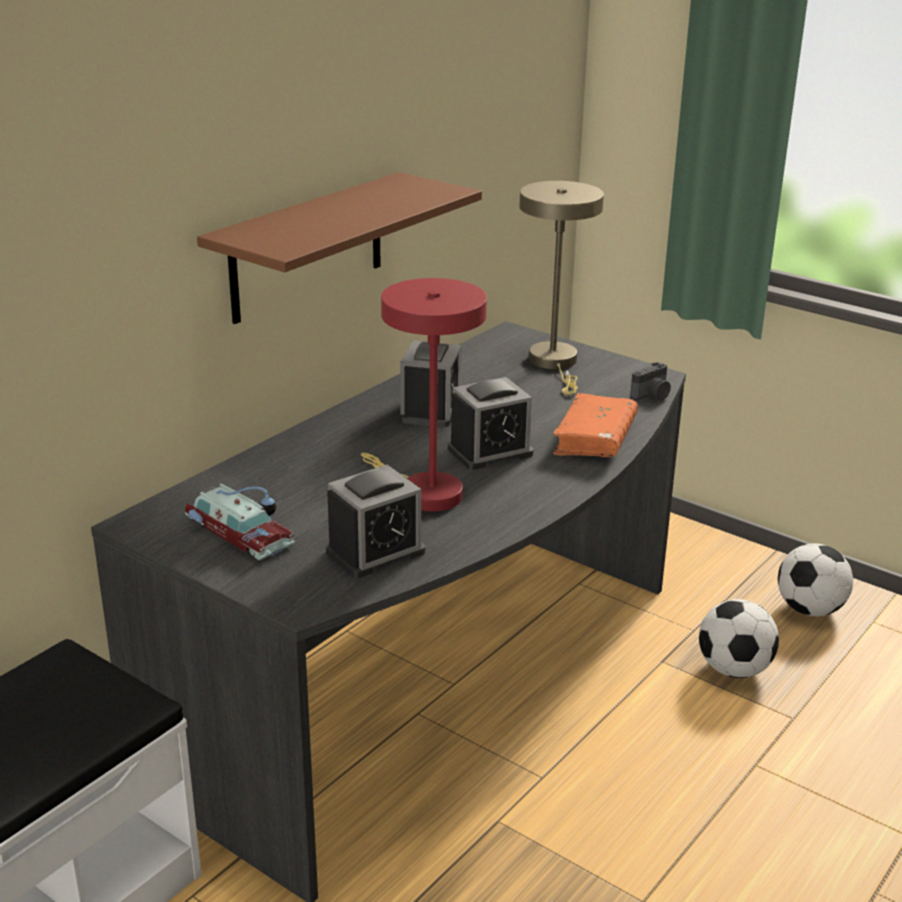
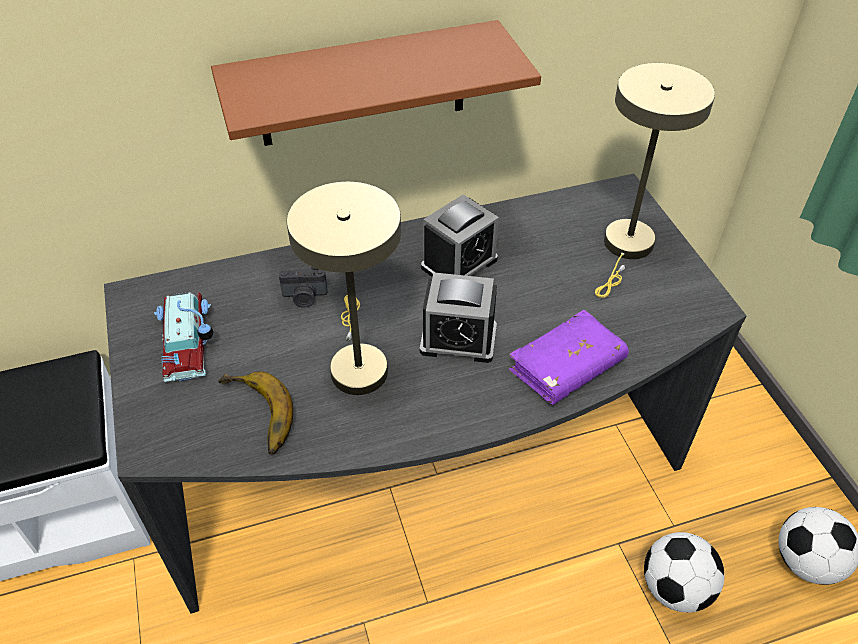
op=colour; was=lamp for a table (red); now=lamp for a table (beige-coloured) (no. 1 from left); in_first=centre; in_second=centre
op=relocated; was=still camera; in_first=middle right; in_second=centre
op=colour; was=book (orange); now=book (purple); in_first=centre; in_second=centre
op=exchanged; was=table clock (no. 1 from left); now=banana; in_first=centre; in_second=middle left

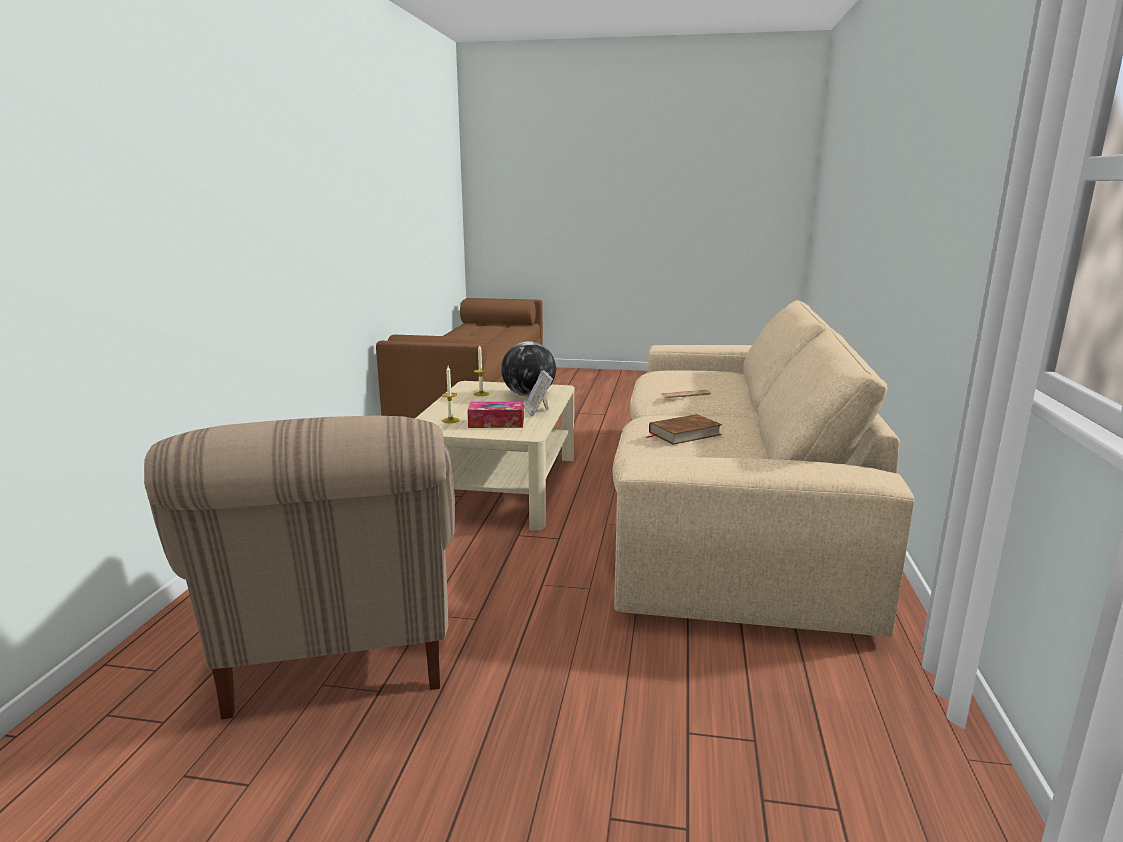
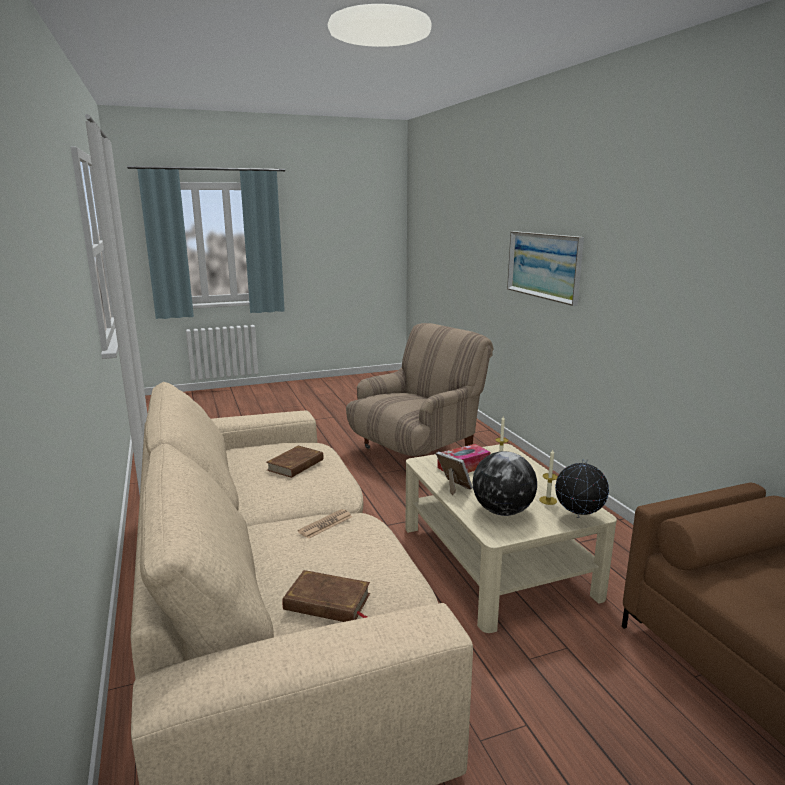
op=spun; was=lounge chair (beige-coloured); in_first=bottom left; in_second=centre; clockwise=90
op=appeared; now=picture; in_second=middle right
op=appeared; now=globe (no. 2 from left); in_second=middle right
op=appeared; now=book (brown) (no. 2 from left); in_second=bottom centre

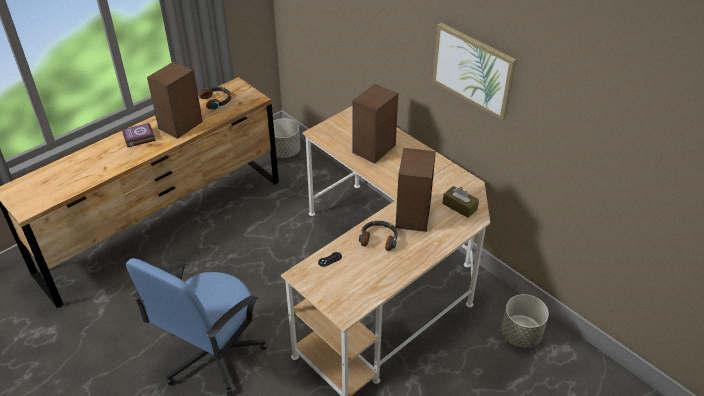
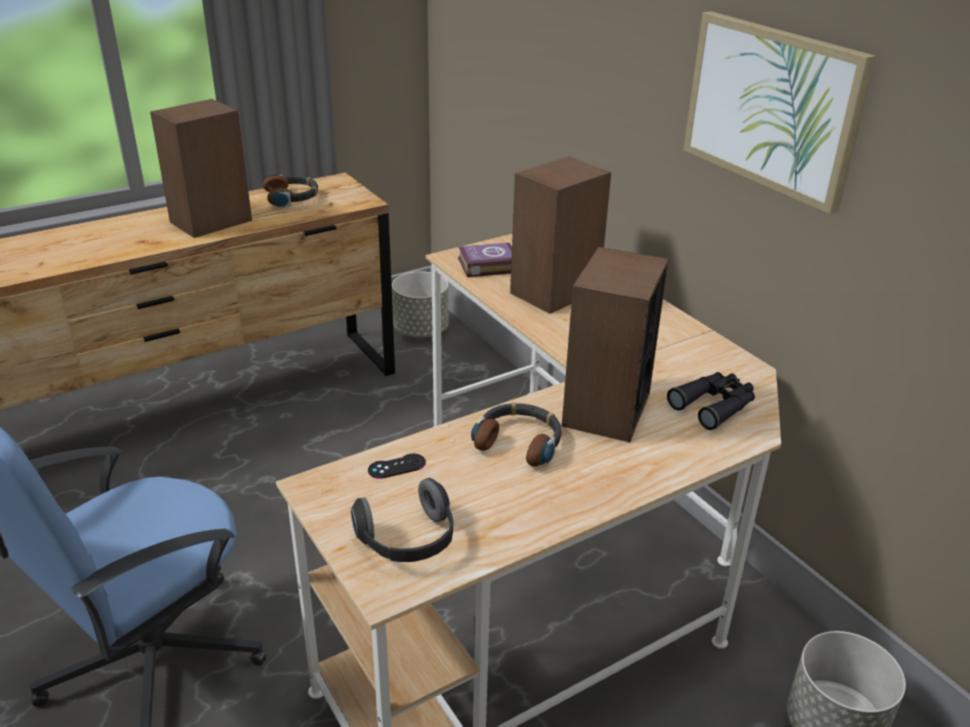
op=relocated; was=book; in_first=middle left; in_second=centre
op=exchanged; was=tissue box (brown); now=field glasses (black-coloured); in_first=centre; in_second=middle right
op=appeared; now=headset (no. 2 from left); in_second=bottom centre

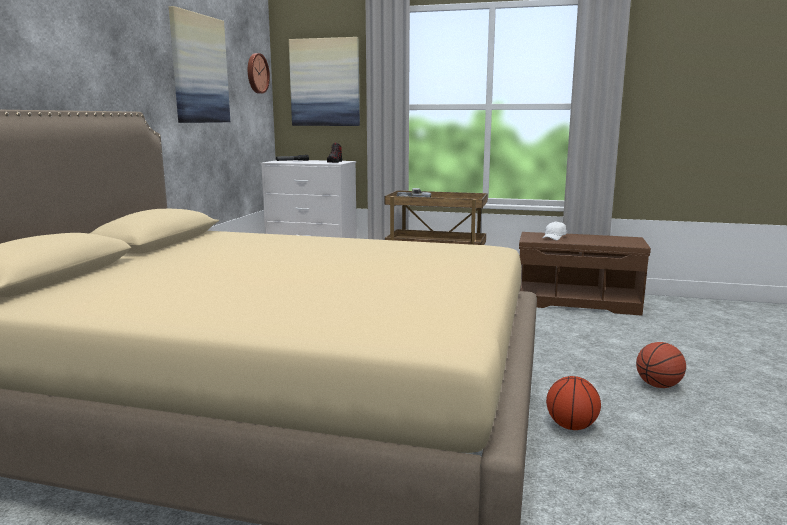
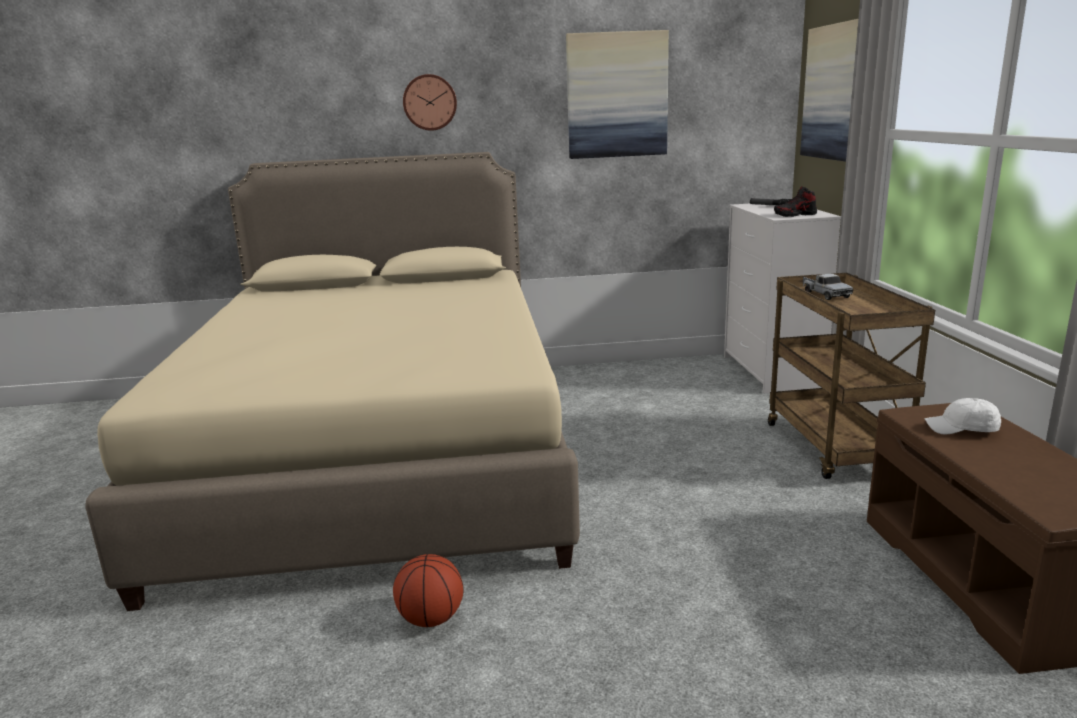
op=relocated; was=wall clock; in_first=top left; in_second=top centre
op=missing; was=ball for basketball (no. 2 from left); in_first=bottom right

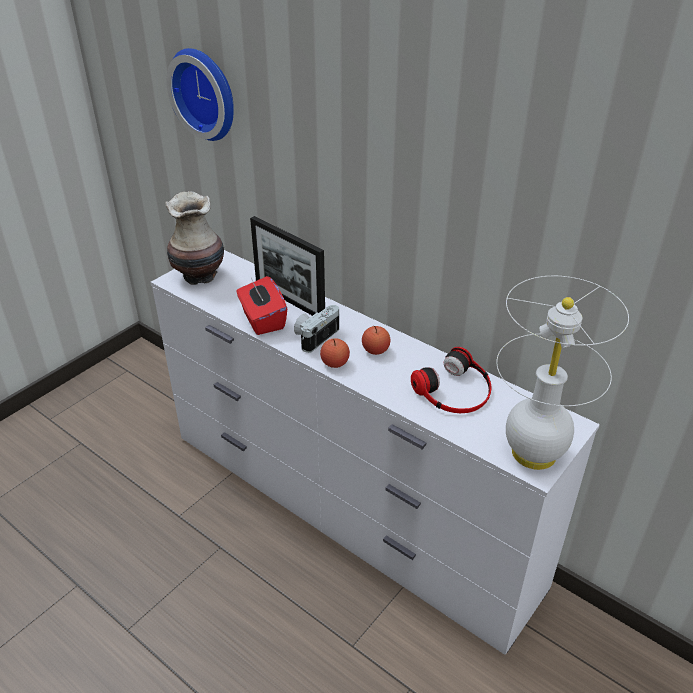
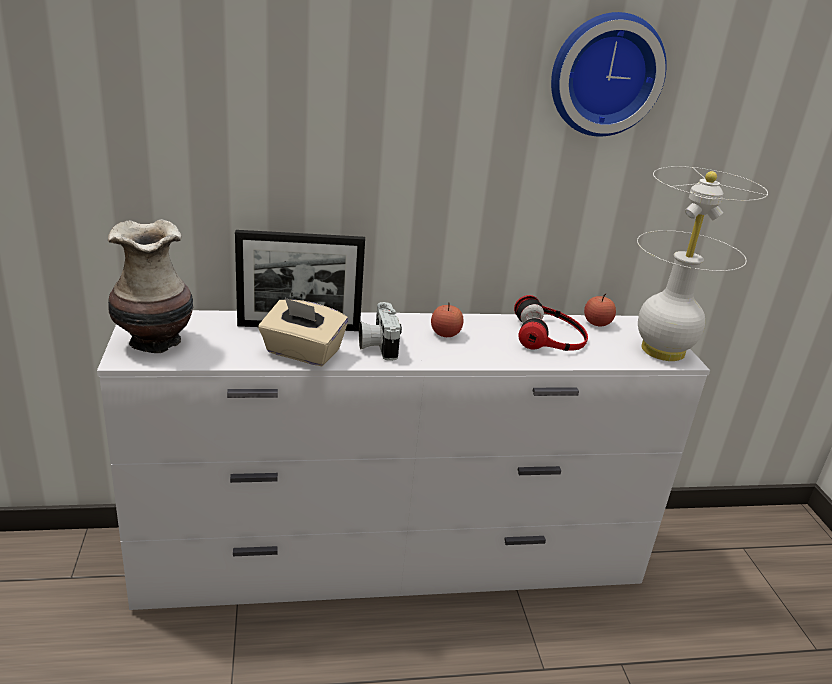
op=relocated; was=wall clock; in_first=top left; in_second=top right
op=colour; was=tissue box (red); now=tissue box (beige-coloured); in_first=centre; in_second=centre
op=relocated; was=whole apple (no. 1 from left in the first image); now=whole apple (no. 2 from left); in_first=centre; in_second=middle right

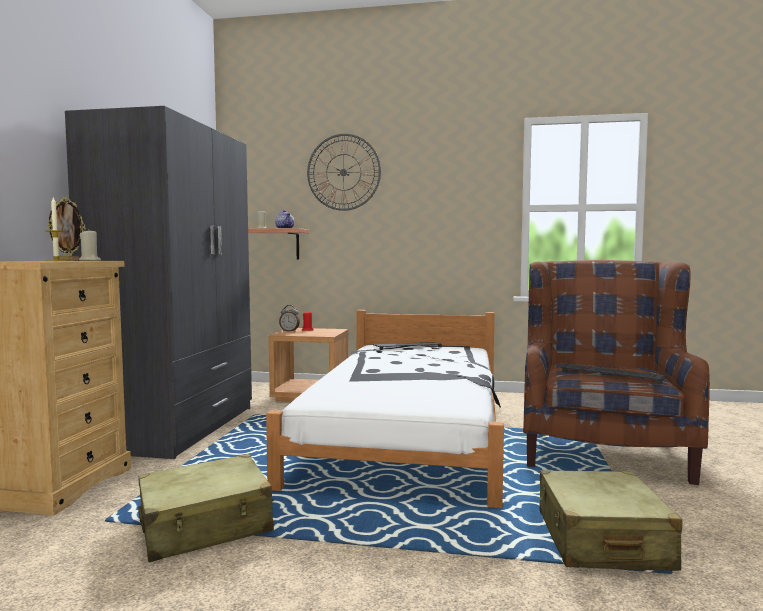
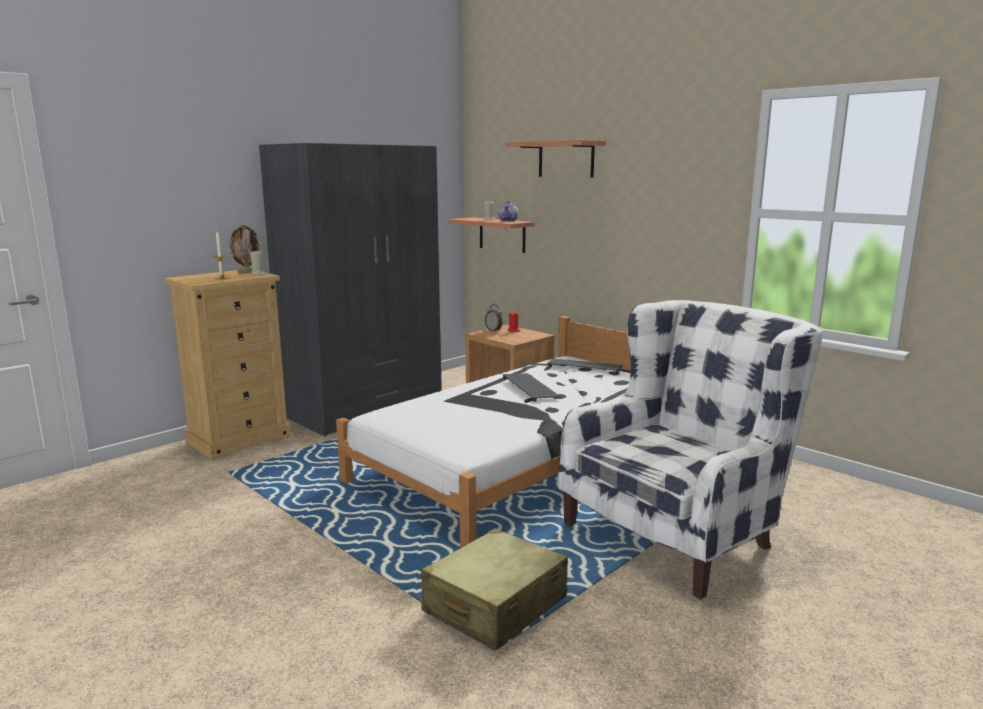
op=exchanged; was=wall clock; now=wall shelf (no. 2 from left); in_first=top centre; in_second=top centre
op=colour; was=lounge chair (brown); now=lounge chair (white); in_first=middle right; in_second=middle right
op=relocated; was=PC keyboard (no. 2 from left in the first image); now=PC keyboard (no. 1 from left); in_first=middle right; in_second=centre
op=missing; was=suitcase (beige-coloured) (no. 1 from left); in_first=bottom left

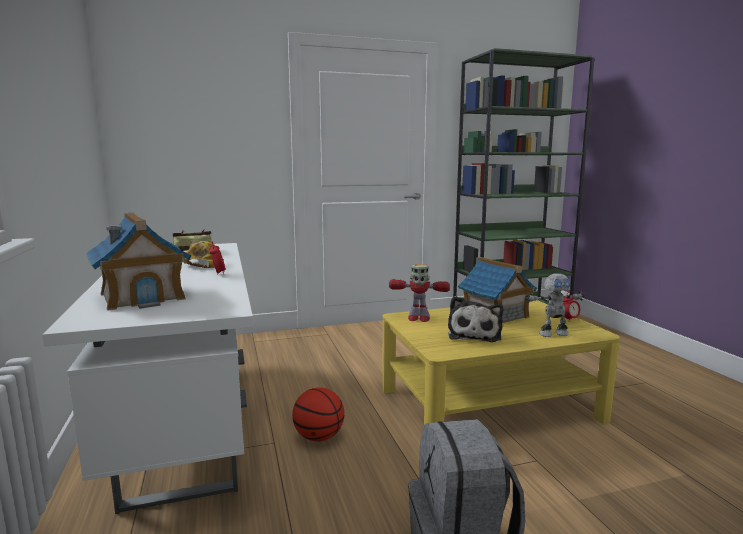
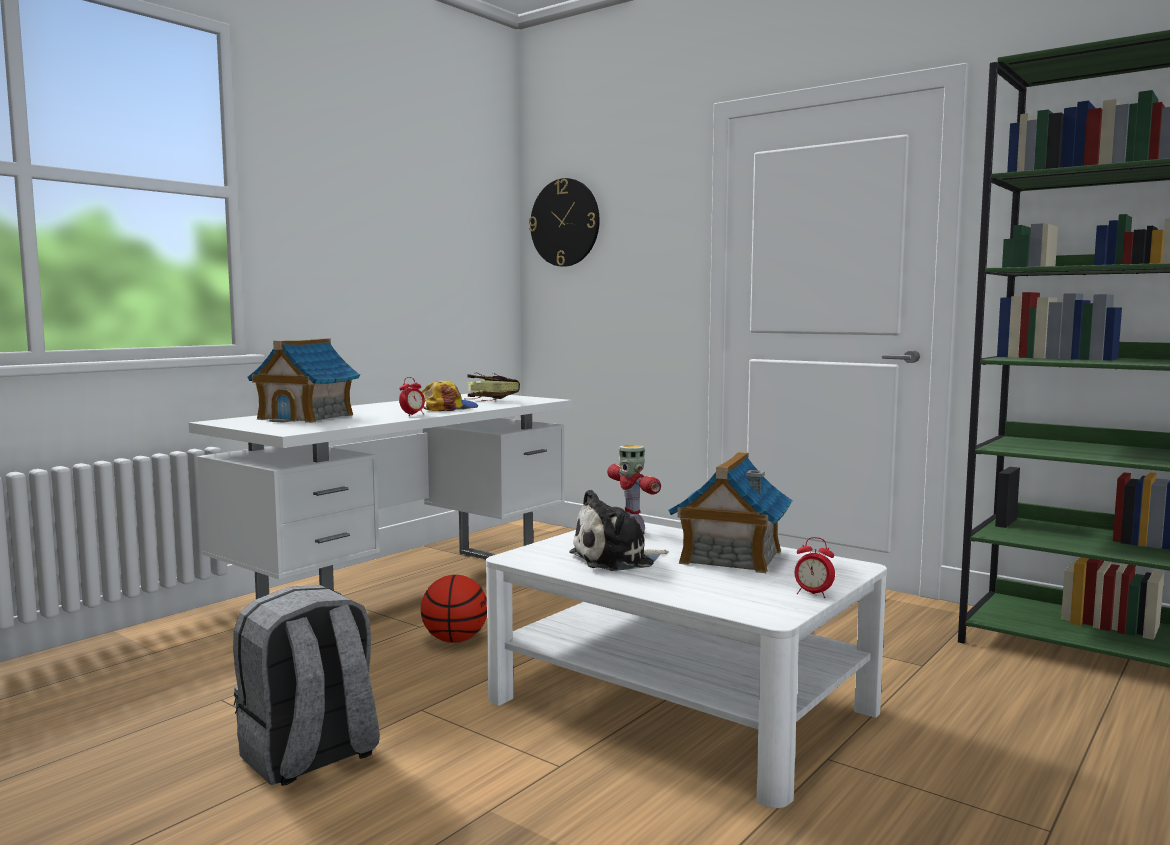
op=missing; was=model robot (no. 2 from left); in_first=middle right
op=colour; was=coffee table (yellowish); now=coffee table (white); in_first=bottom right; in_second=bottom centre
op=appeared; now=wall clock; in_second=top centre

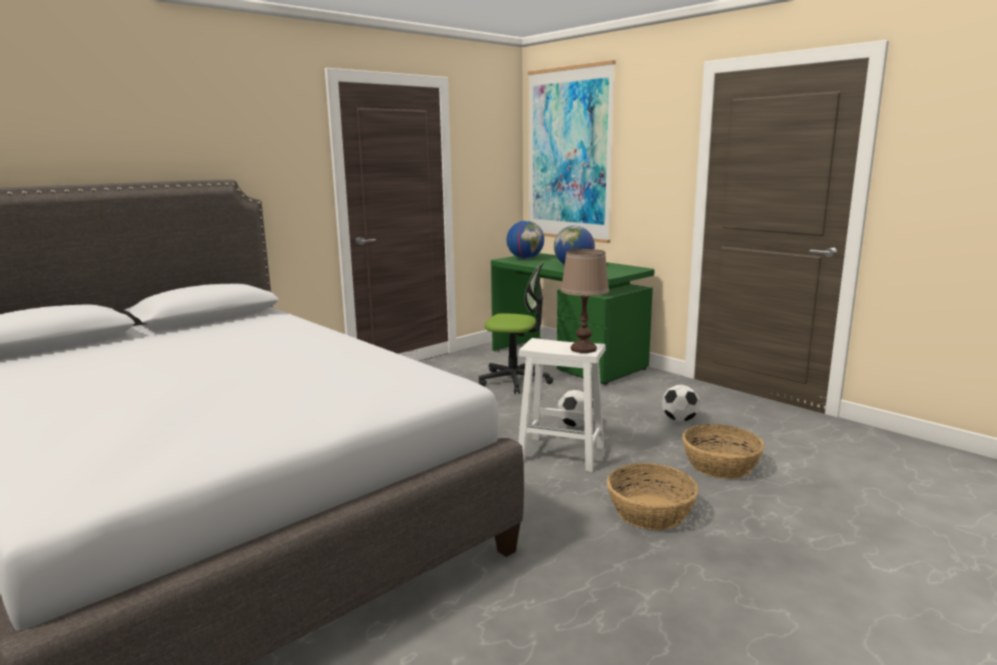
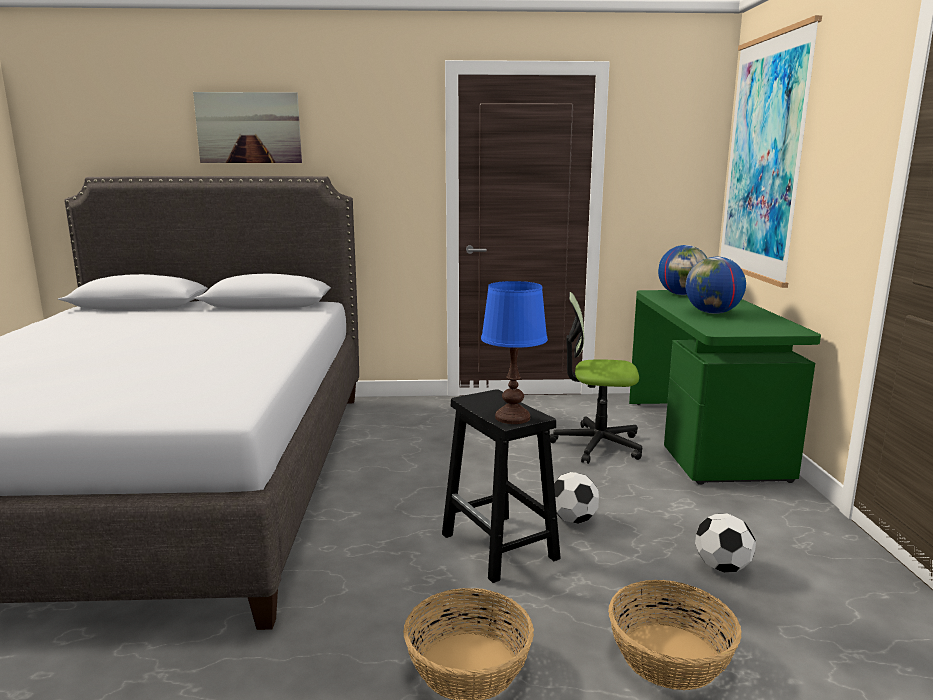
op=colour; was=lamp for a table (brown); now=lamp for a table (blue); in_first=centre; in_second=centre
op=spun; was=office chair; in_first=centre; in_second=centre; clockwise=135
op=colour; was=sitting stool (white); now=sitting stool (black-coloured); in_first=centre; in_second=bottom centre
op=appeared; now=picture (no. 1 from left); in_second=top left

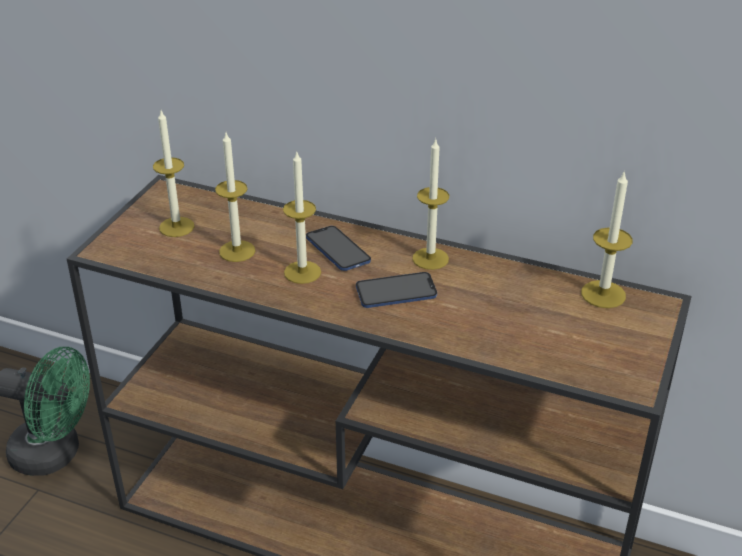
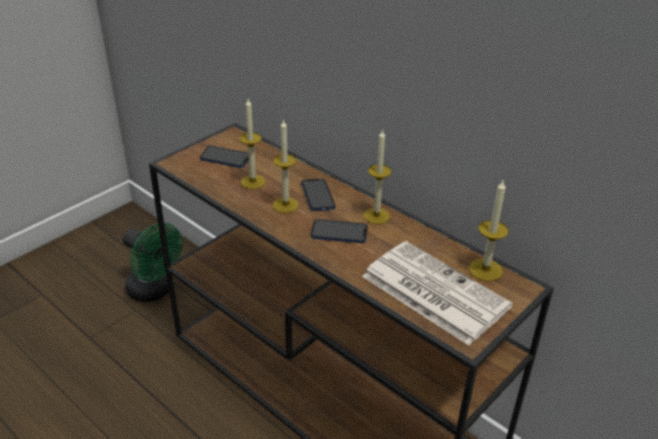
op=exchanged; was=wax light (no. 1 from left); now=phone (no. 1 from left); in_first=top left; in_second=centre
op=appeared; now=daily paper; in_second=bottom centre

